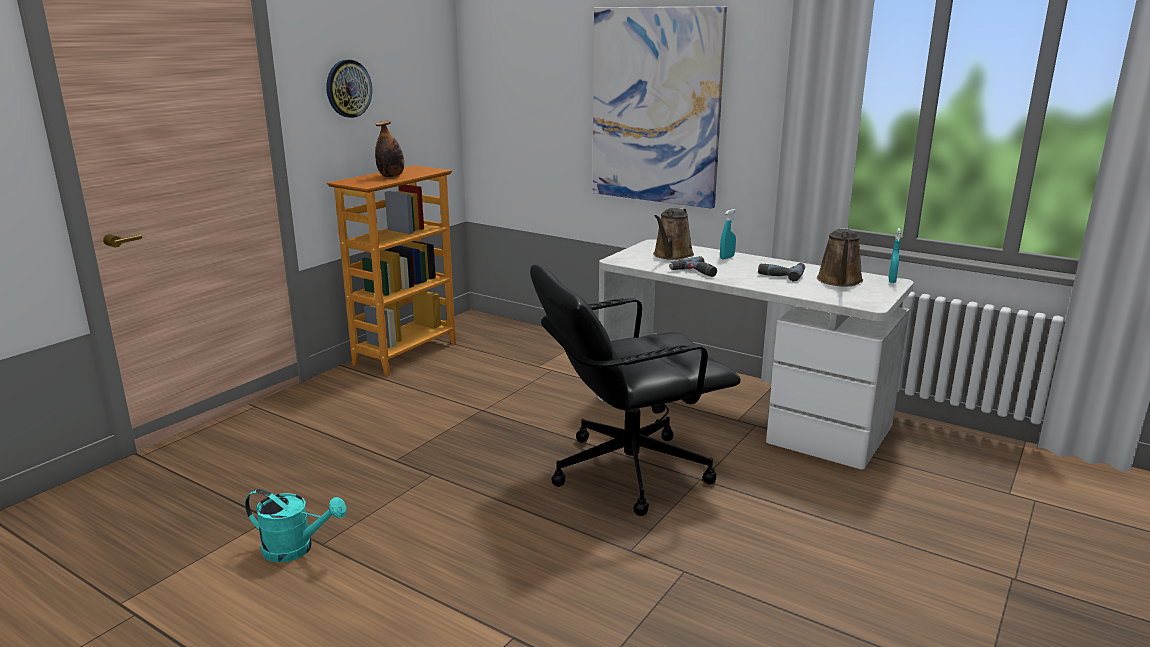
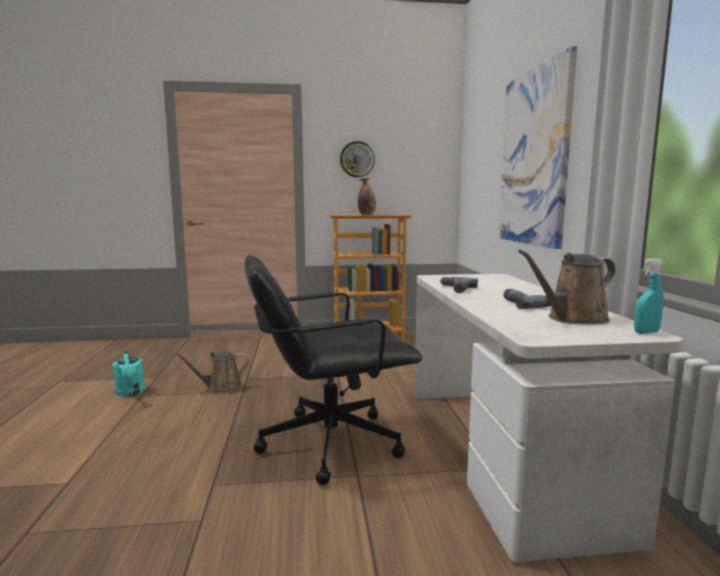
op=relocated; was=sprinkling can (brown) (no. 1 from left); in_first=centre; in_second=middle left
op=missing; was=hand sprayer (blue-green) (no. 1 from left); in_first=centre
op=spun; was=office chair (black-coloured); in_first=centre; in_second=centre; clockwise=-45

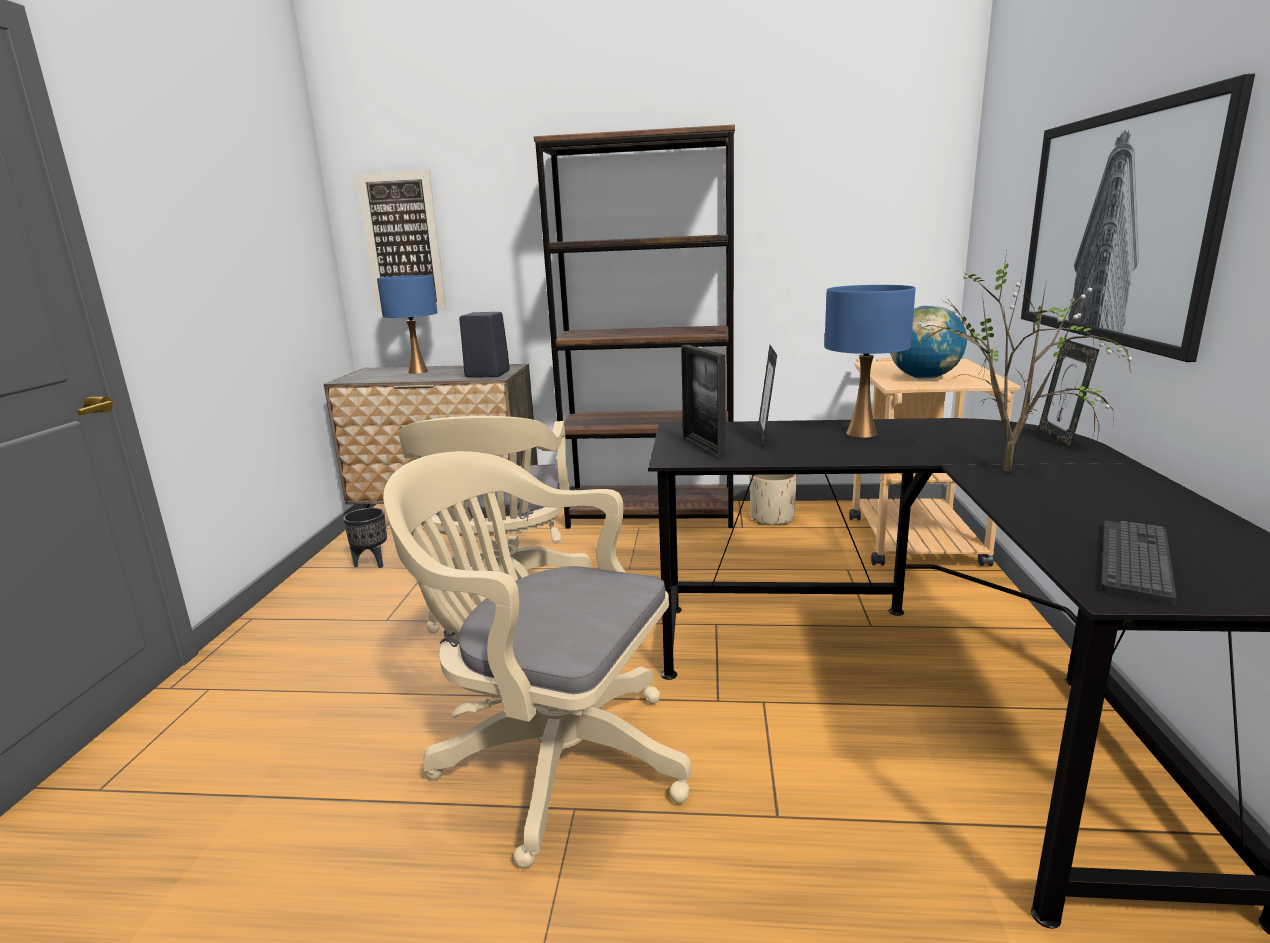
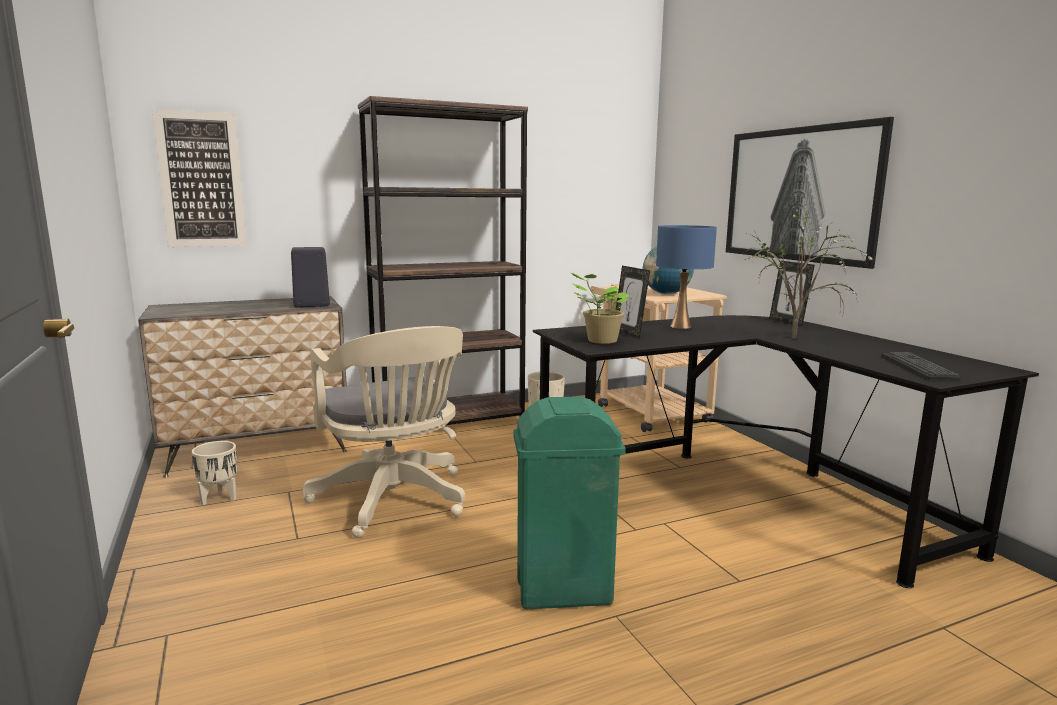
op=missing; was=lamp for a table (blue) (no. 1 from left); in_first=middle left
op=exchanged; was=standing frame (no. 1 from left); now=plant in a pot (no. 1 from left); in_first=centre; in_second=centre
op=exchanged; was=office chair (beige-coloured) (no. 2 from left); now=waste bin (greenish); in_first=bottom centre; in_second=bottom centre
op=colour; was=planter (black-coloured); now=planter (beige-coloured) (no. 1 from left); in_first=middle left; in_second=bottom left

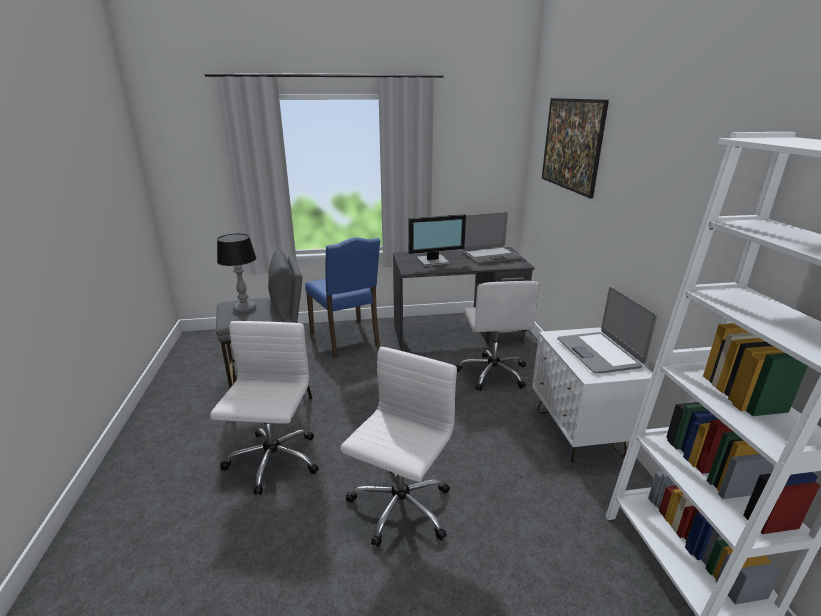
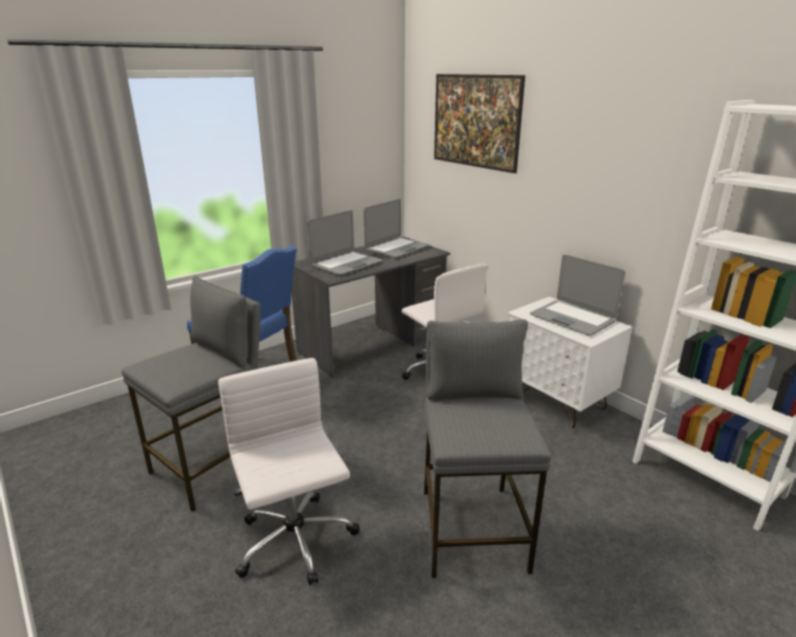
op=exchanged; was=computer display; now=portable computer (no. 1 from left); in_first=centre; in_second=centre
op=missing; was=lamp for a table; in_first=middle left
op=exchanged; was=office chair (white) (no. 2 from left); now=sitting stool (gray) (no. 2 from left); in_first=bottom centre; in_second=bottom centre

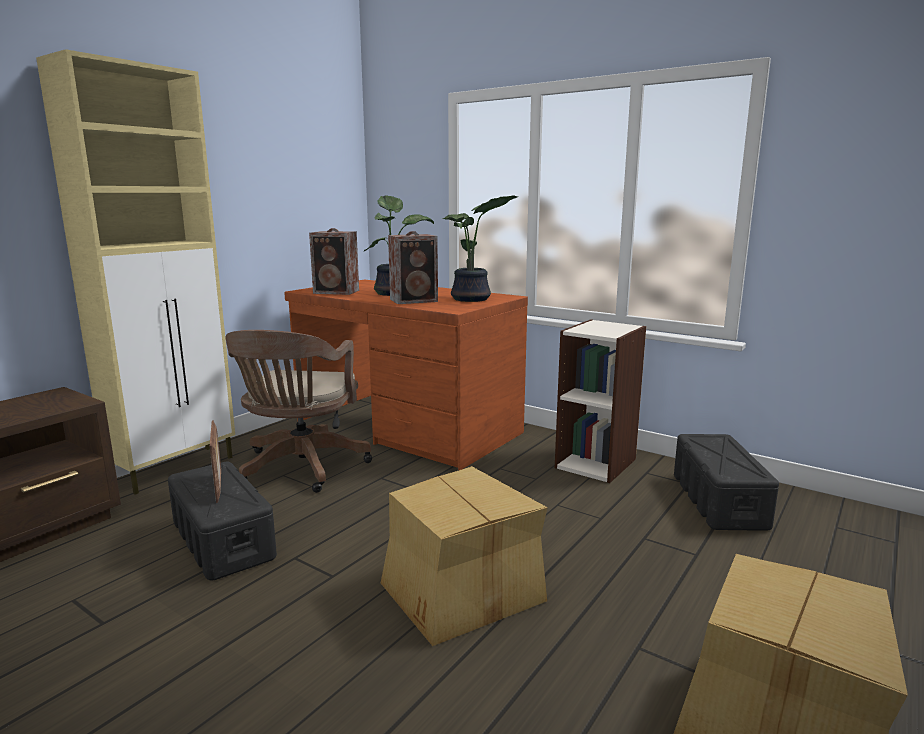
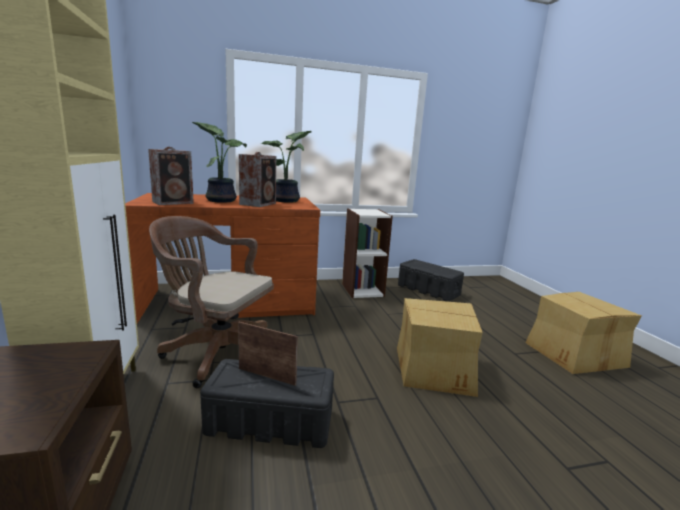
op=spun; was=office chair (brown); in_first=middle left; in_second=middle left; clockwise=150

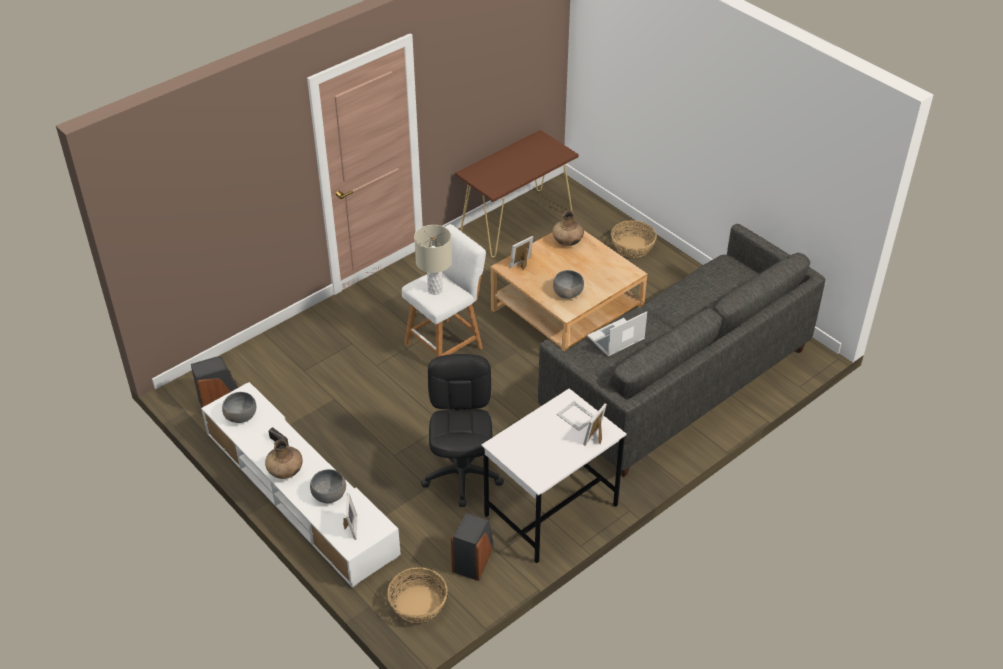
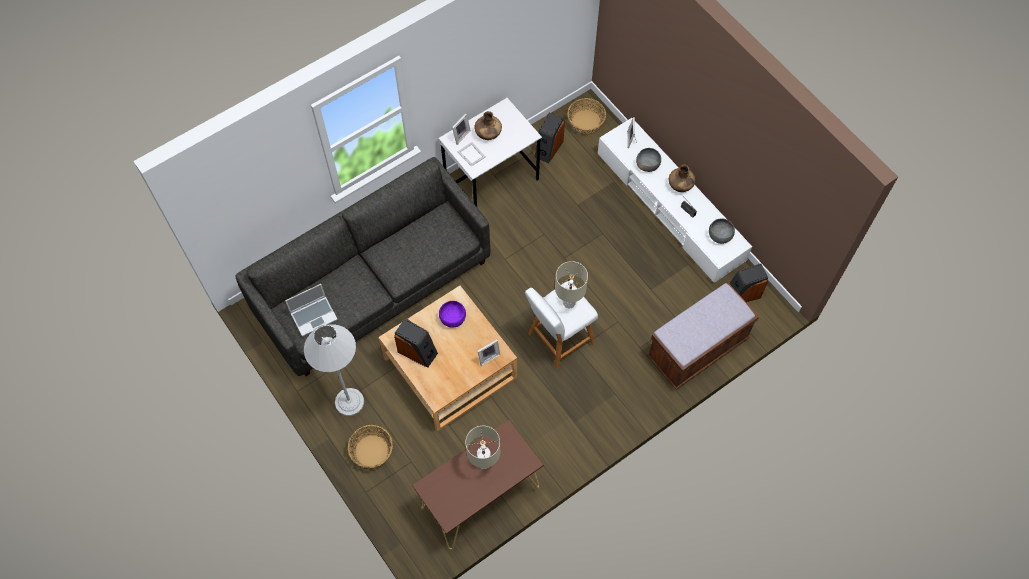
op=relocated; was=vase (brown) (no. 2 from left in the first image); now=vase (brown) (no. 1 from left); in_first=centre; in_second=top centre
op=colour; was=serving bowl (gray) (no. 3 from left); now=serving bowl (purple); in_first=centre; in_second=centre
op=relocated; was=portable computer; in_first=centre; in_second=middle left
op=missing; was=office chair (black-coloured); in_first=centre
op=appeared; now=long seat (brown); in_second=middle right
op=appeared; now=audio speaker (no. 1 from left); in_second=centre
op=appeared; now=standard lamp (white); in_second=middle left
op=appeared; now=lamp for a table (beige-coloured) (no. 1 from left); in_second=bottom centre

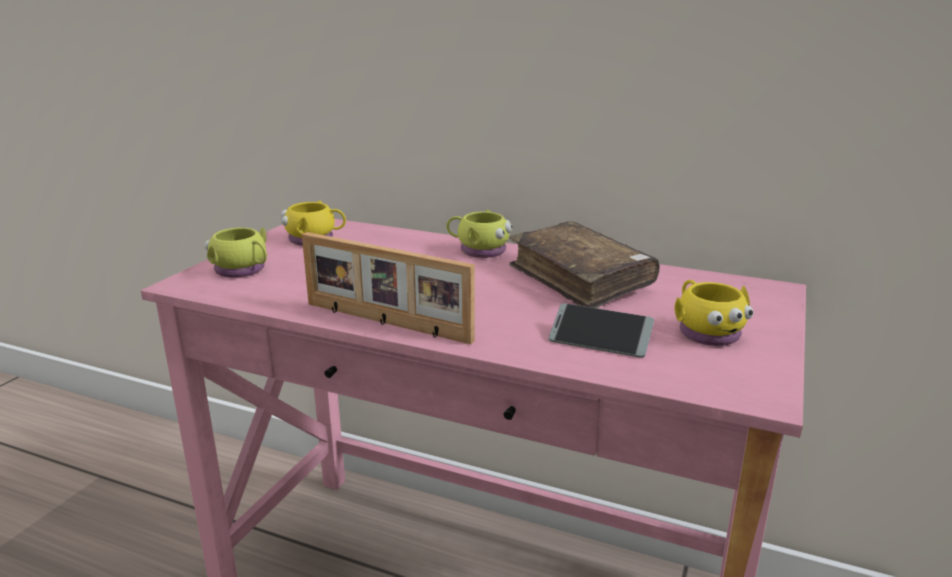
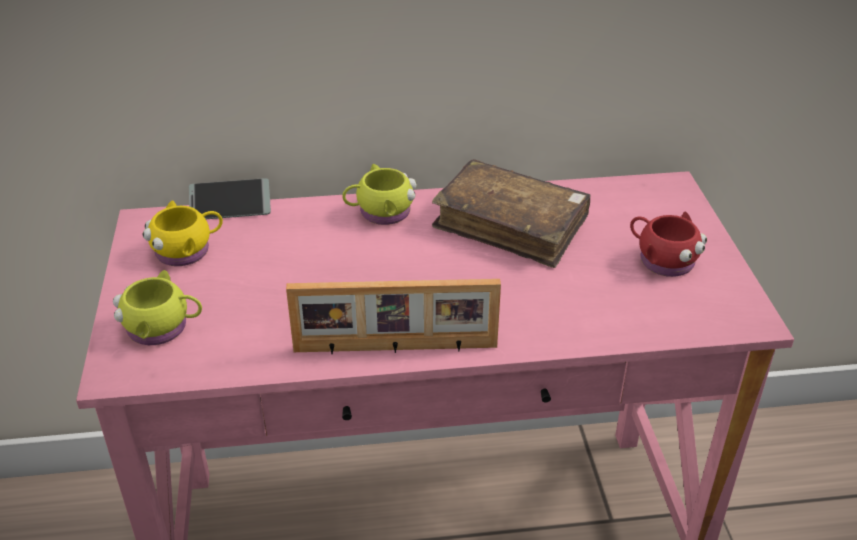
op=colour; was=coffee mug (yellowish) (no. 4 from left); now=coffee mug (red); in_first=middle right; in_second=middle right
op=relocated; was=phone; in_first=centre; in_second=middle left

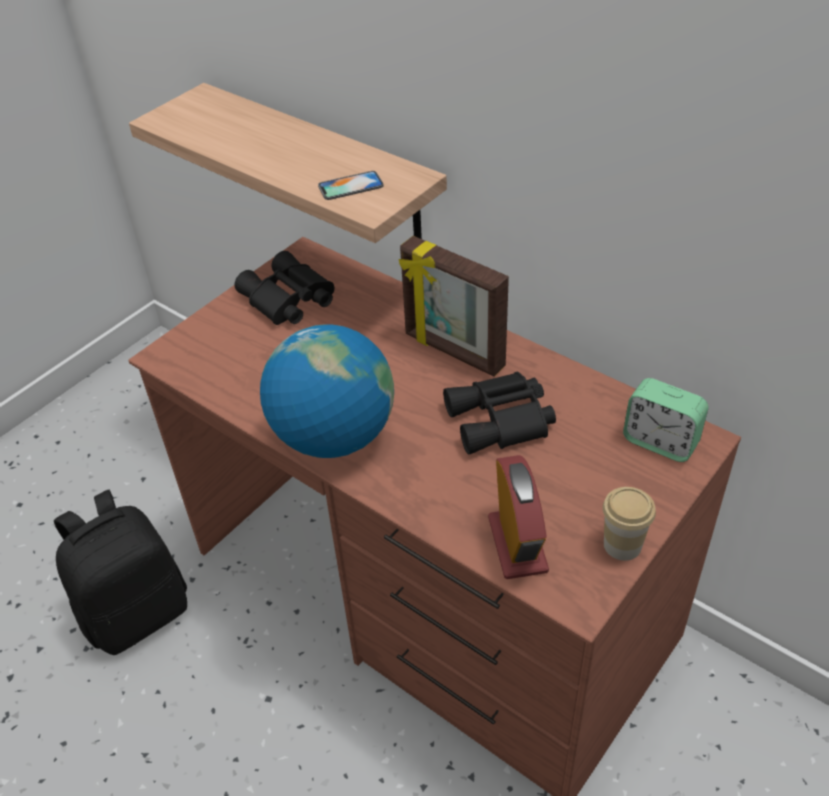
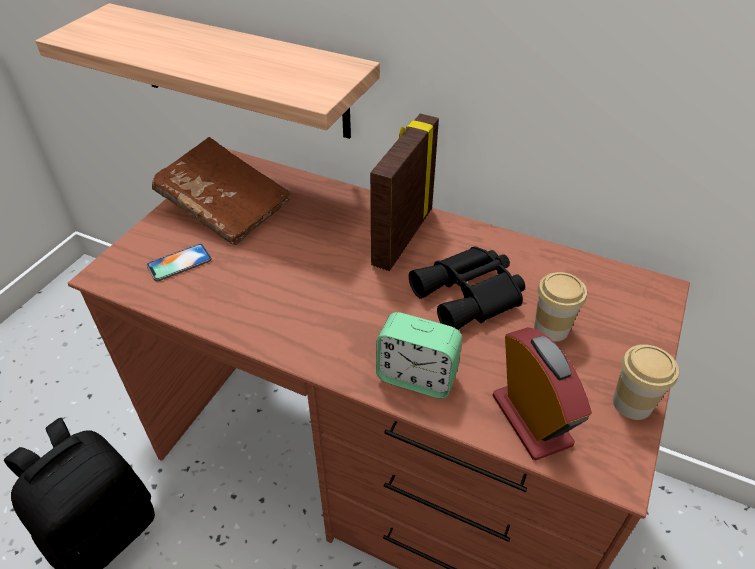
op=relocated; was=phone; in_first=top centre; in_second=middle left
op=spun; was=standing frame; in_first=centre; in_second=centre; clockwise=90
op=exchanged; was=field glasses (black-coloured) (no. 1 from left); now=book (brown); in_first=centre; in_second=middle left
op=missing; was=globe; in_first=centre
op=relocated; was=table clock (no. 2 from left in the first image); now=table clock (no. 1 from left); in_first=middle right; in_second=centre
op=appeared; now=cup (no. 1 from left); in_second=middle right

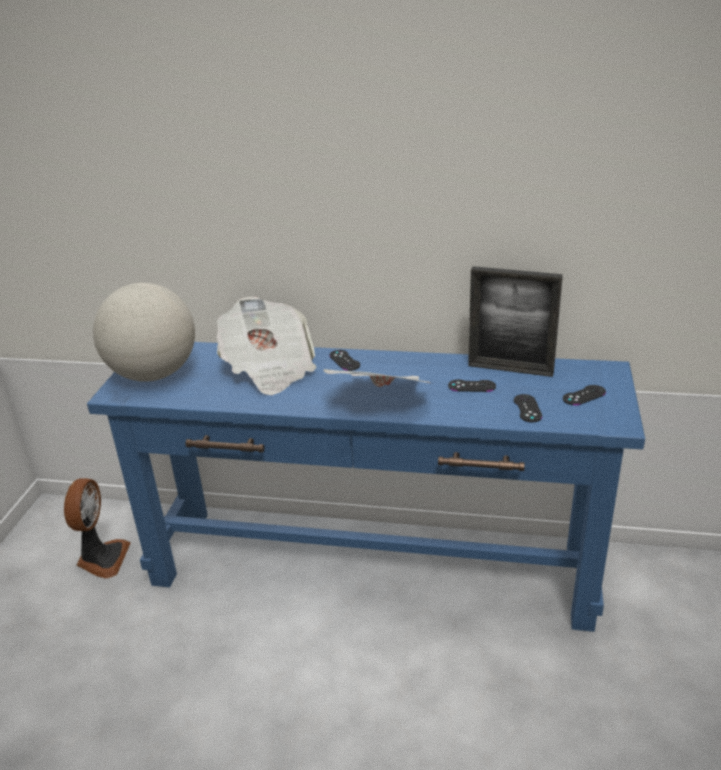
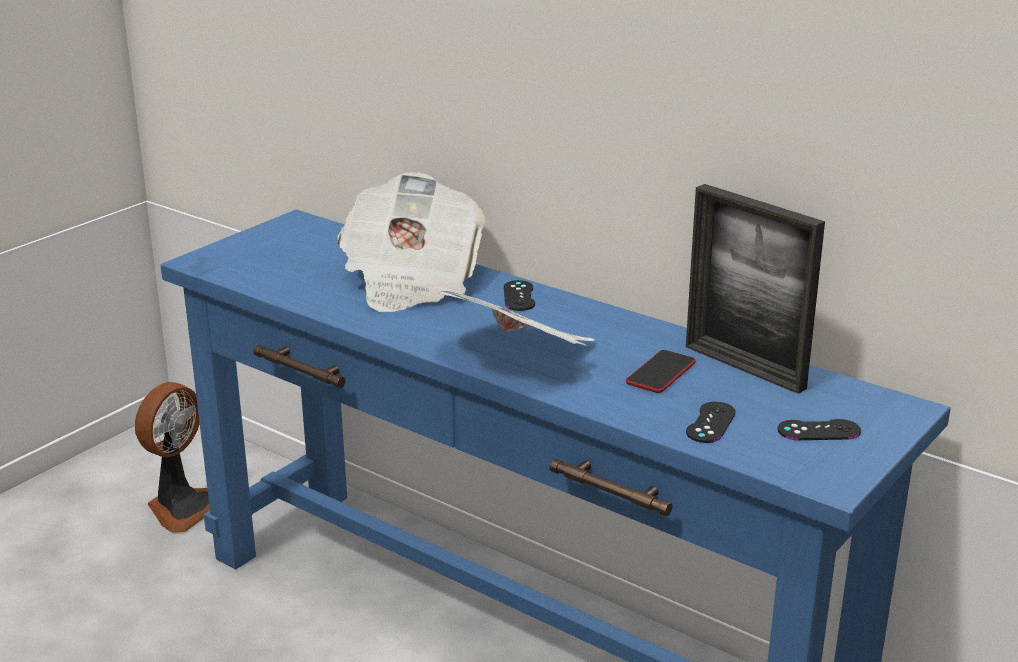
op=missing; was=globe; in_first=middle left
op=exchanged; was=gamepad (black-coloured) (no. 2 from left); now=phone; in_first=centre; in_second=centre

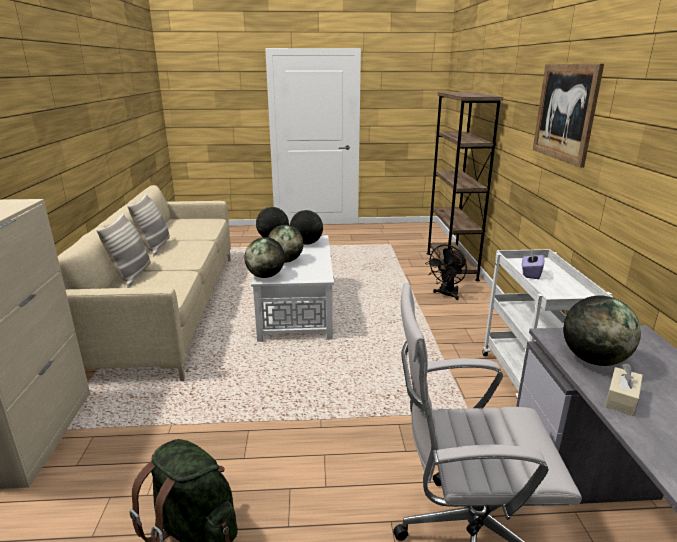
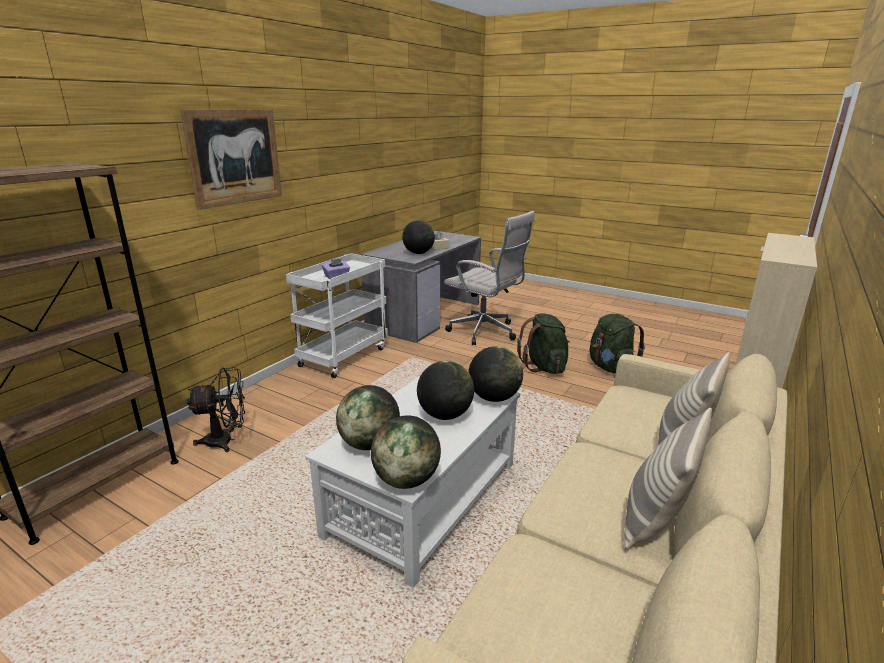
op=appeared; now=backpack (greenish) (no. 1 from left); in_second=centre

